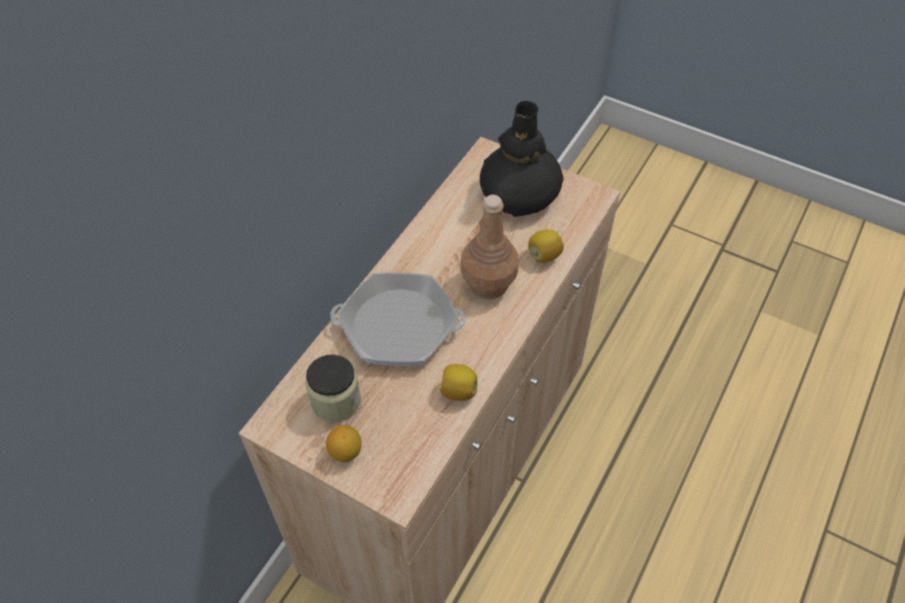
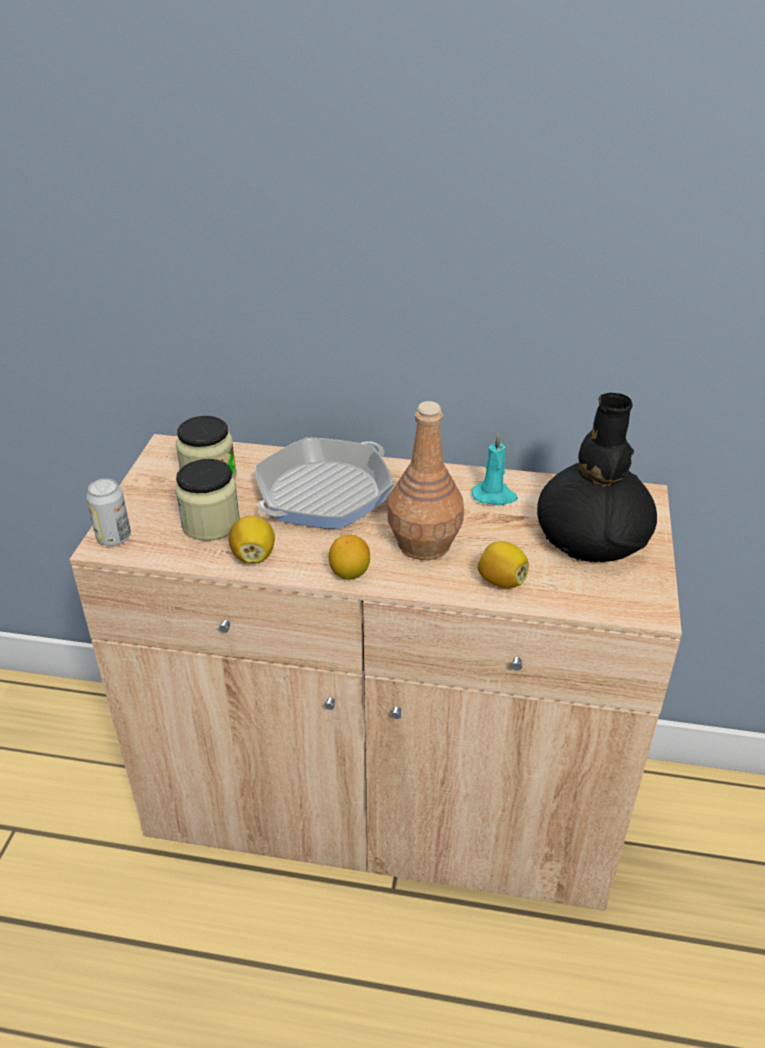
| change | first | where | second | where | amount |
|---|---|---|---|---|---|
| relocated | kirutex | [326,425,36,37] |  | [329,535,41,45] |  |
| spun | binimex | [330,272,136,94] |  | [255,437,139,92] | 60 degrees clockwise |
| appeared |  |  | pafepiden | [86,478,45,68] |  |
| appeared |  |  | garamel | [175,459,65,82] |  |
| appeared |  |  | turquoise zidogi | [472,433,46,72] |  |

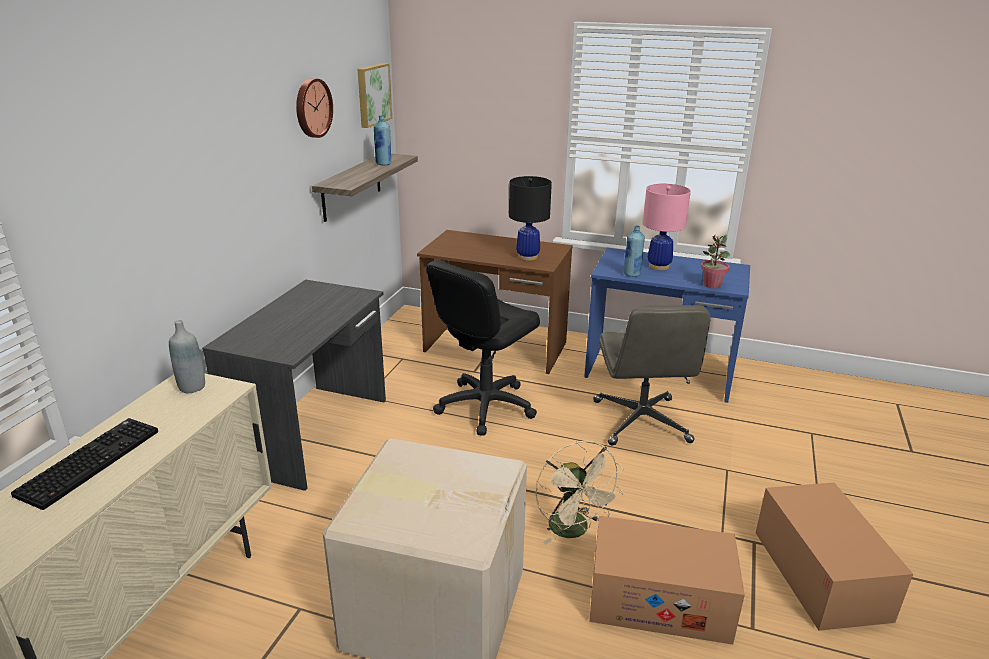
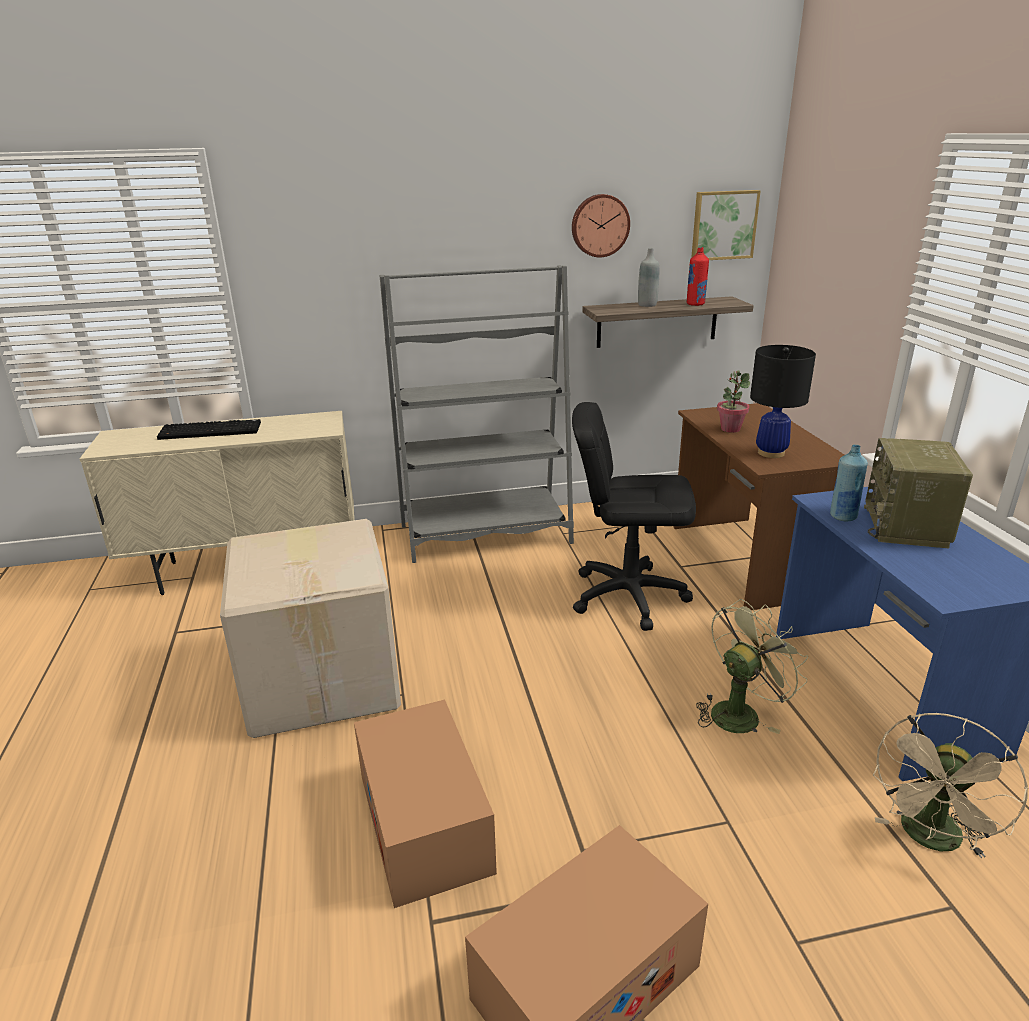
| change | first | where | second | where | amount |
|---|---|---|---|---|---|
| relocated | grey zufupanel | [169,320,36,73] |  | [638,248,21,59] |  |
| exchanged | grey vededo | [202,280,184,211] | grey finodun | [380,265,194,298] |  |
| colour | blue zufupanel | [374,115,17,51] | red zufupanel | [686,247,23,59] |  |
| relocated | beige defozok | [536,441,88,104] |  | [873,713,155,145] |  |
| exchanged | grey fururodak | [593,305,117,141] | green defozok | [696,599,112,135] |  |
| exchanged | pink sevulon | [643,184,48,86] | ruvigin | [864,438,109,111] |  |
| relocated | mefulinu | [701,235,29,54] |  | [717,371,33,62] |  |

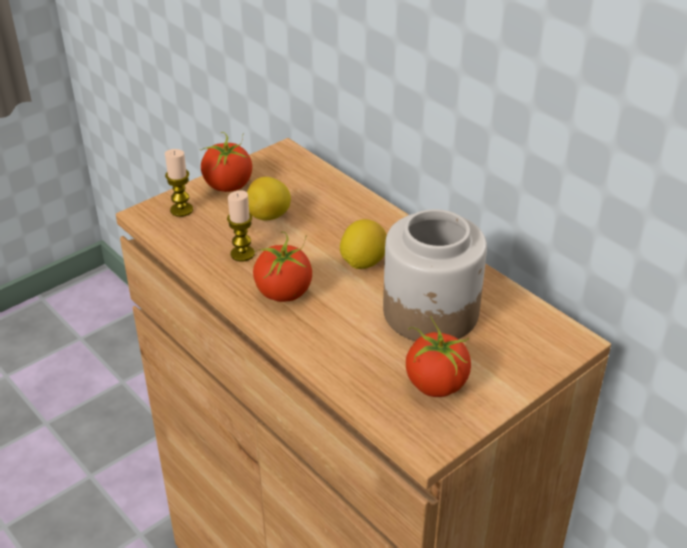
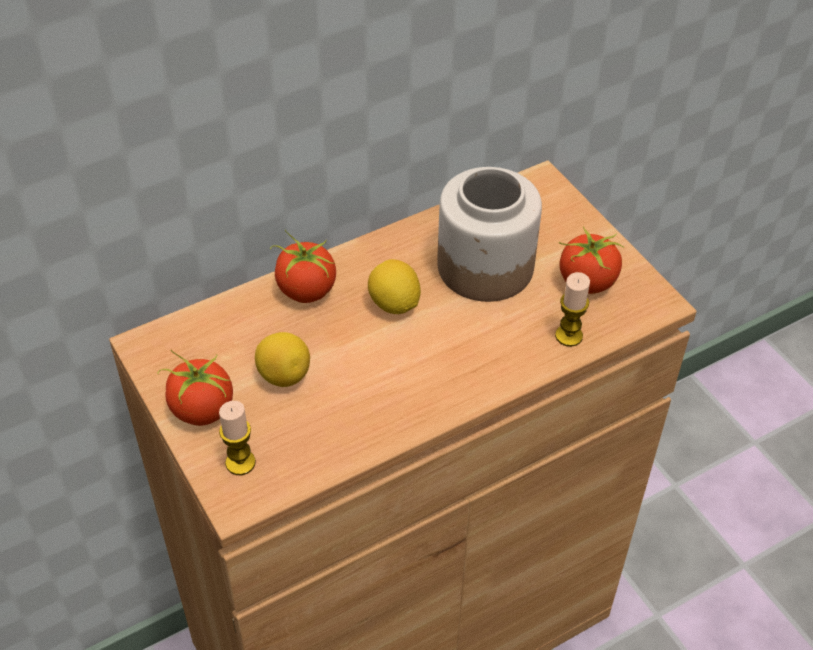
| change | first | where | second | where | amount |
|---|---|---|---|---|---|
| relocated | zidogi | [227,190,28,72] |  | [555,272,35,75] |  |
| relocated | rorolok | [253,232,59,70] |  | [270,230,66,73] |  |

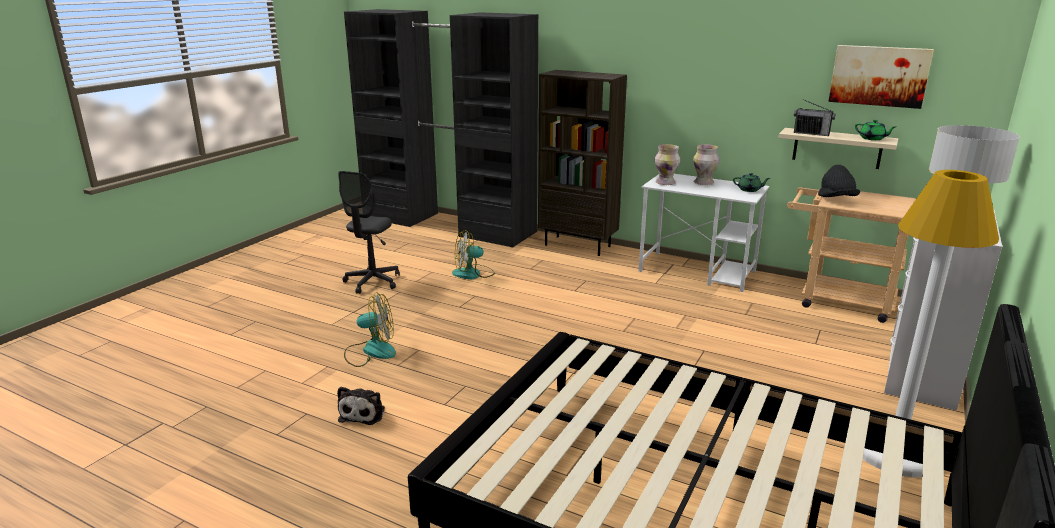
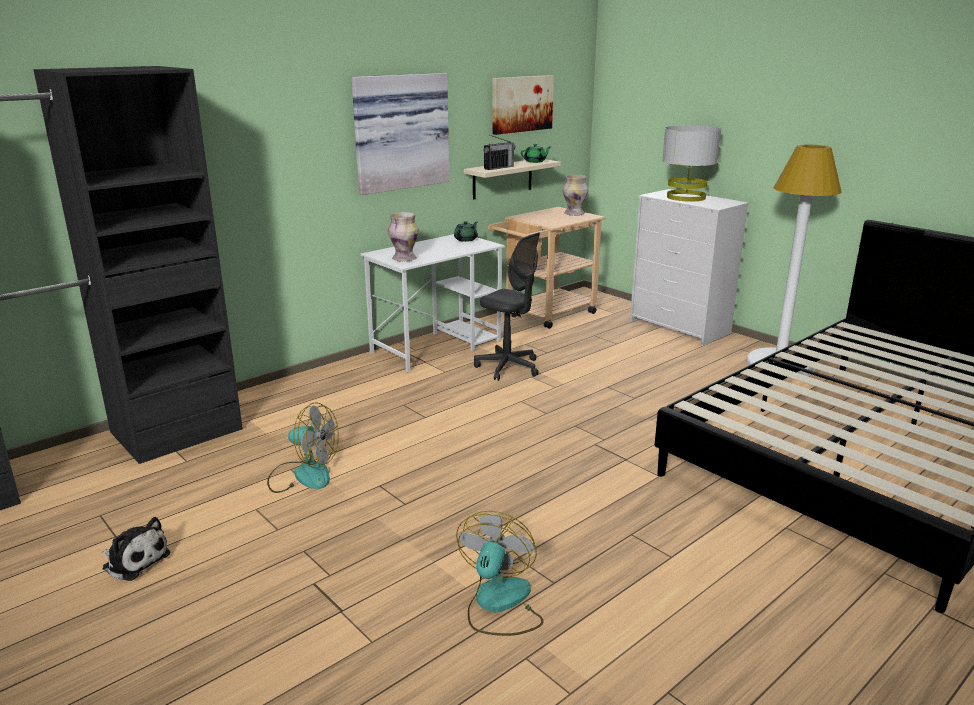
| change | first | where | second | where | amount |
|---|---|---|---|---|---|
| relocated | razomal | [337,387,48,38] |  | [102,517,68,64] |  |
| relocated | grey fururodak | [338,171,62,123] |  | [474,232,66,149] |  |
| spun | defozok | [452,230,43,49] |  | [267,402,72,91] | 75 degrees counterclockwise |
| missing | brown finodun | [538,70,89,186] |  |  |  |
| relocated | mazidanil | [693,144,26,41] |  | [562,175,26,41] |  |
| missing | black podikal | [818,165,42,32] |  |  |  |
| appeared |  |  | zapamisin | [352,73,97,122] |  |

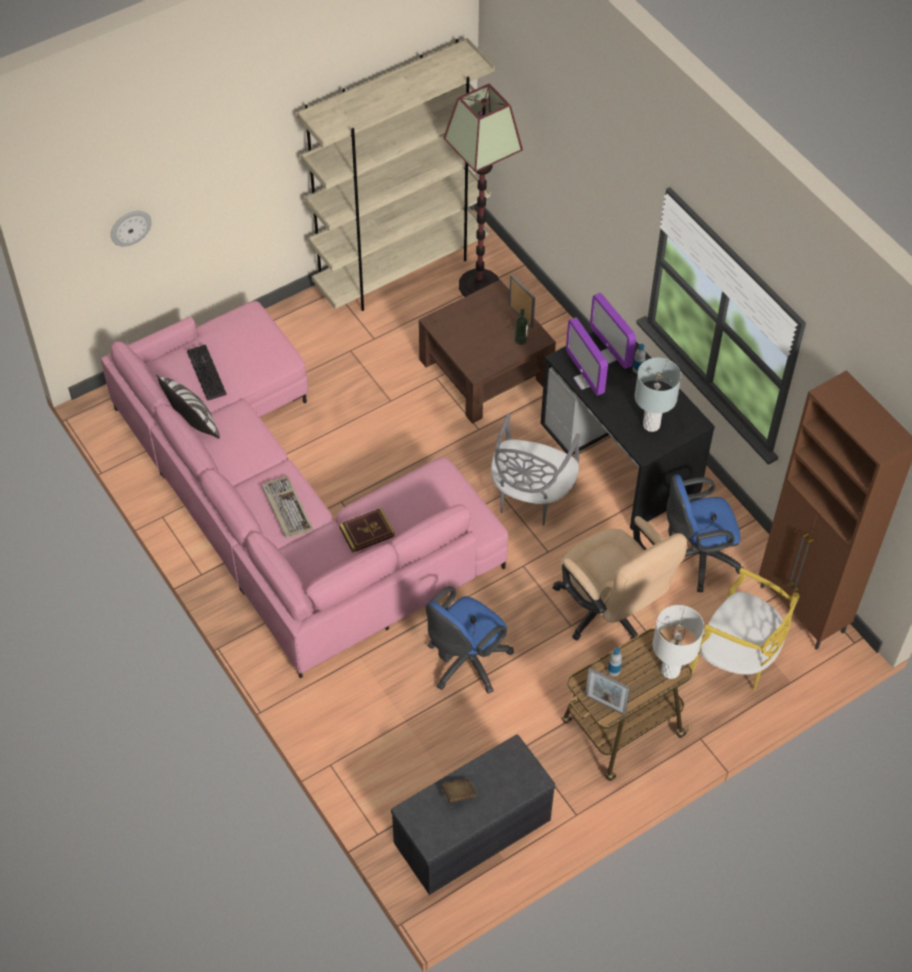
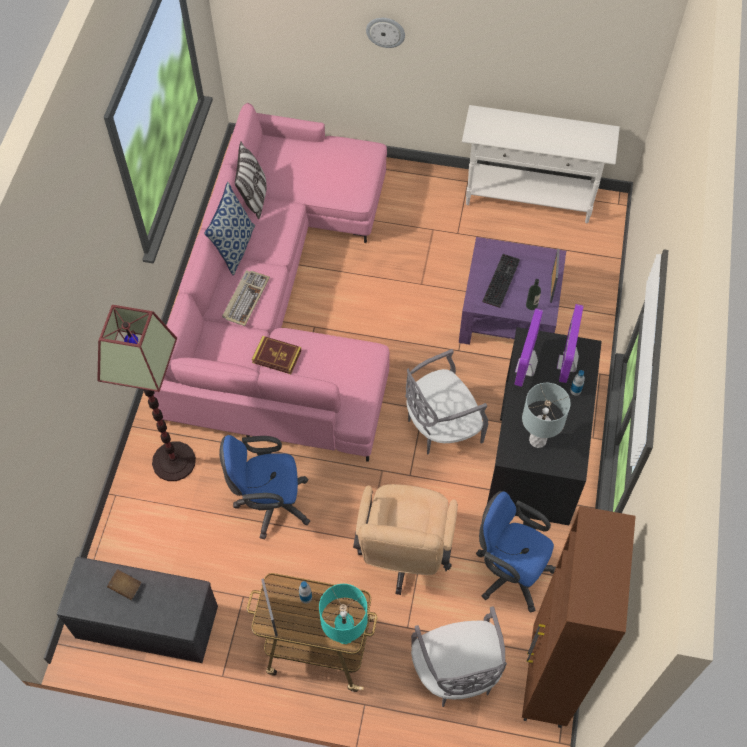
| change | first | where | second | where | amount |
|---|---|---|---|---|---|
| relocated | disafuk | [111,211,41,36] |  | [366,18,39,30] |  |
| relocated | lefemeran | [187,345,40,56] |  | [482,254,38,54] |  |
| exchanged | beige finodun | [297,38,198,273] | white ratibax | [462,105,158,118] |  |
| colour | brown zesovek | [419,280,137,144] | purple zesovek | [459,237,107,108] |  |
| relocated | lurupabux | [444,84,79,213] |  | [97,305,99,176] |  |
| colour | white sevulon | [653,605,51,74] | turquoise sevulon | [319,584,49,60] |  |
| colour | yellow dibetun | [691,568,109,122] | grey dibetun | [411,606,96,101] |  |
| appeared |  |  | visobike | [204,182,51,93] |  |

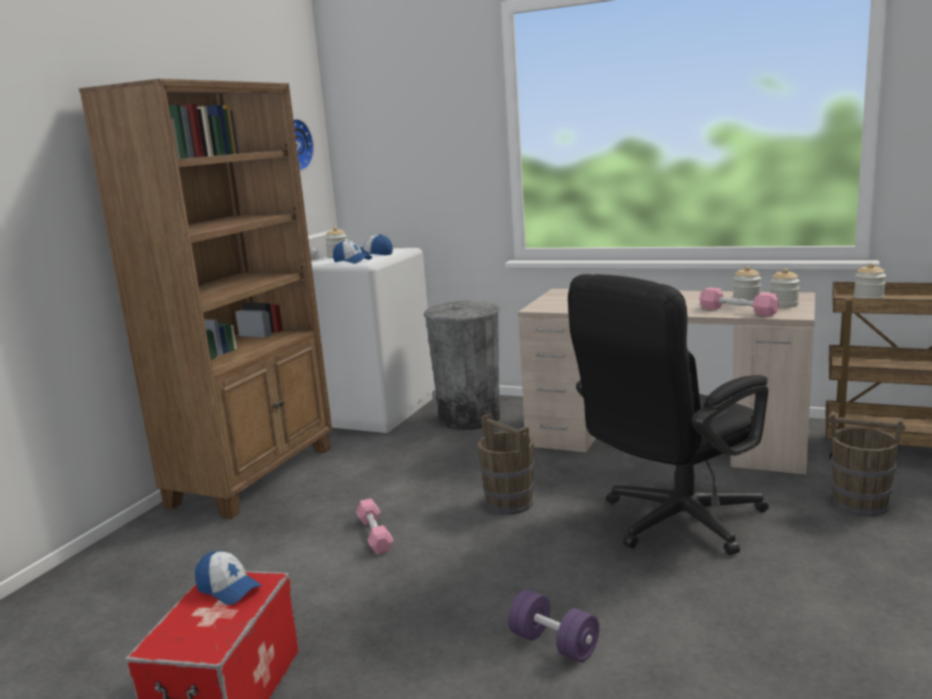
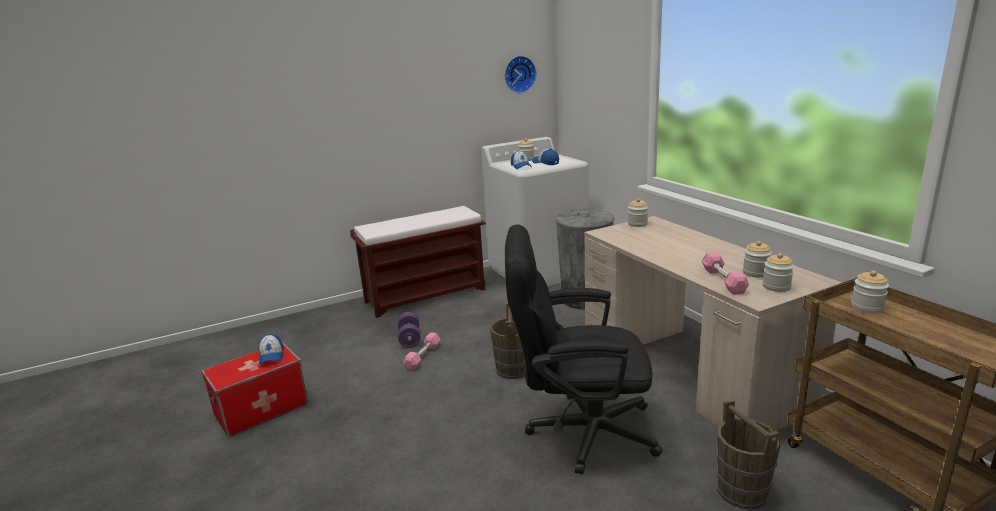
| change | first | where | second | where | amount |
|---|---|---|---|---|---|
| exchanged | brown finodun | [79,79,253,440] | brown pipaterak | [350,206,136,112] |  |
| relocated | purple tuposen | [508,589,91,73] |  | [398,312,23,36] |  |
| appeared |  |  | garamel | [628,198,20,29] |  |

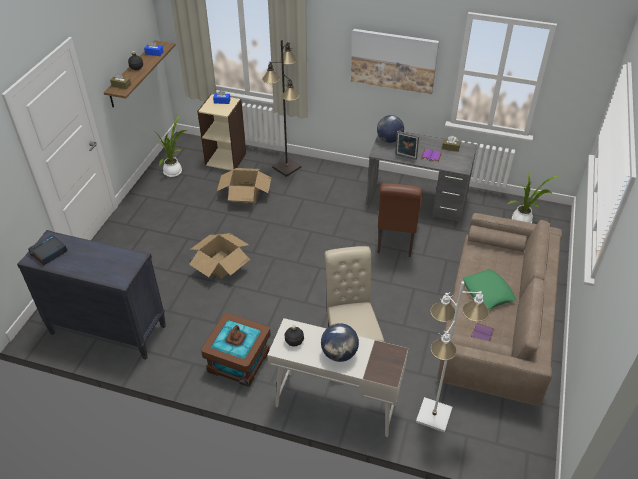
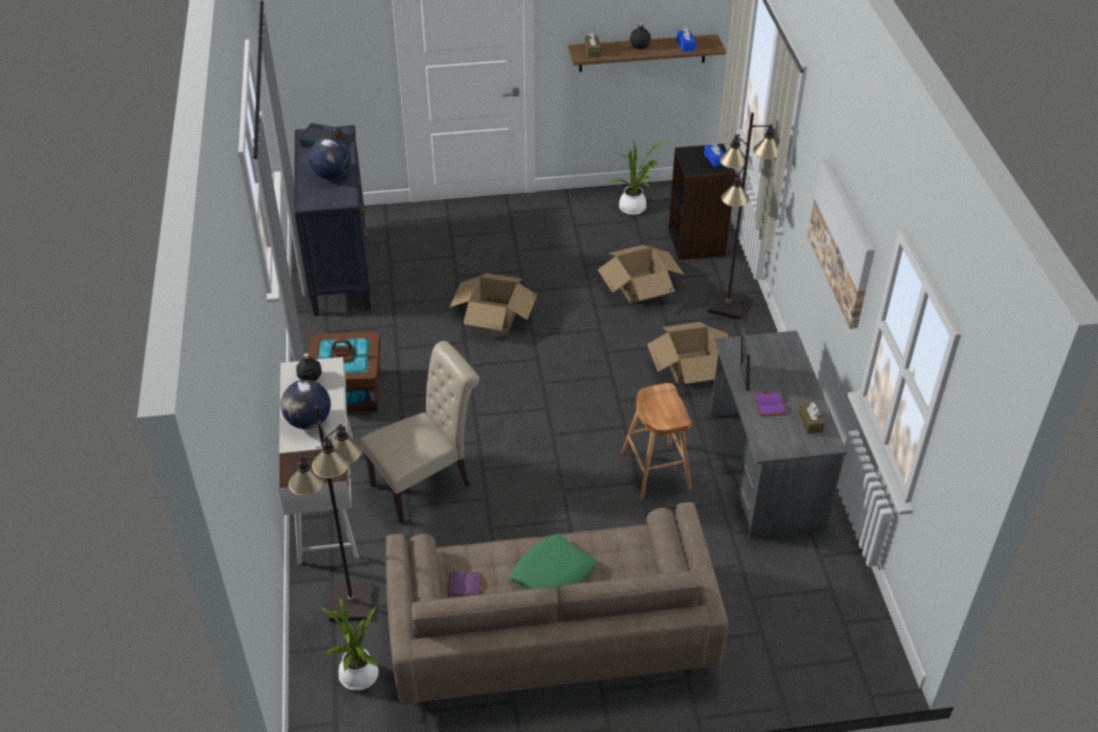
| change | first | where | second | where | amount |
|---|---|---|---|---|---|
| colour | beige finodun | [197,94,49,77] | black finodun | [668,143,68,117] |  |
| relocated | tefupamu | [377,115,27,28] |  | [309,138,42,42] |  |
| exchanged | brown dibetun | [377,183,46,74] | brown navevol | [621,383,71,117] |  |
| colour | white lurupabux | [416,281,73,151] | black lurupabux | [289,405,85,216] |  |
| relocated | mefulinu | [508,173,51,50] |  | [319,597,59,94] |  |
| appeared |  |  | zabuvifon | [647,322,81,62] |  |

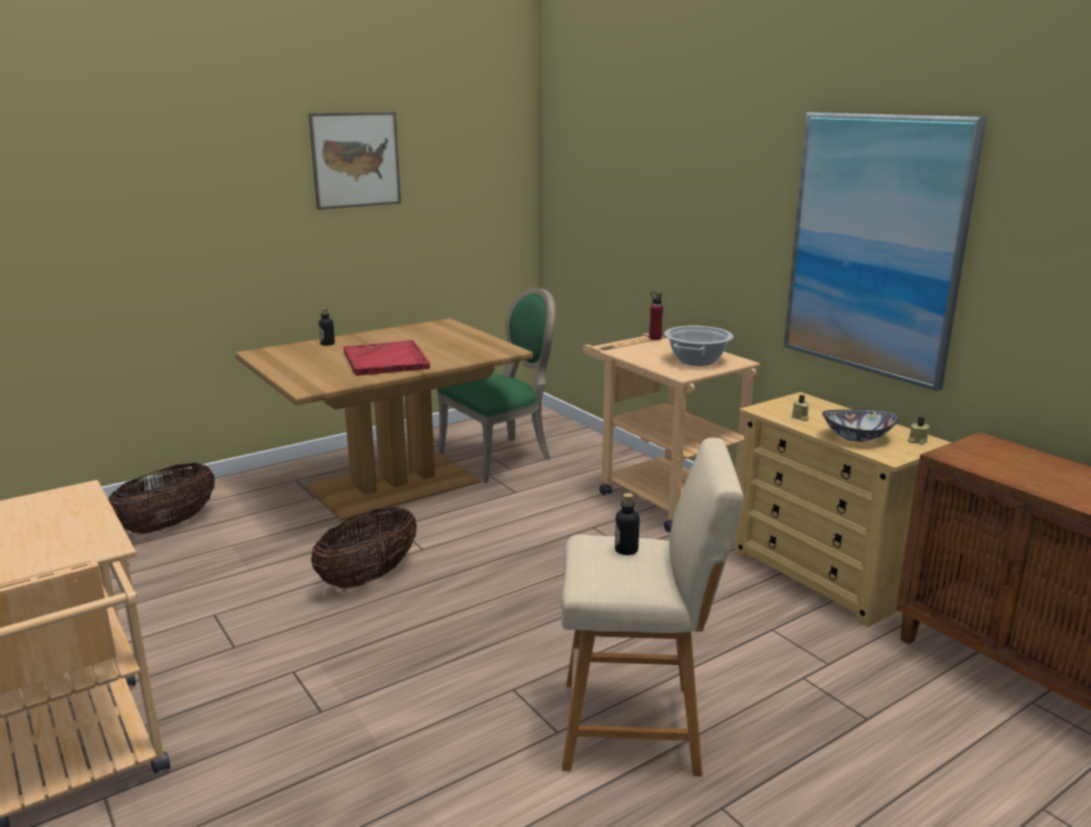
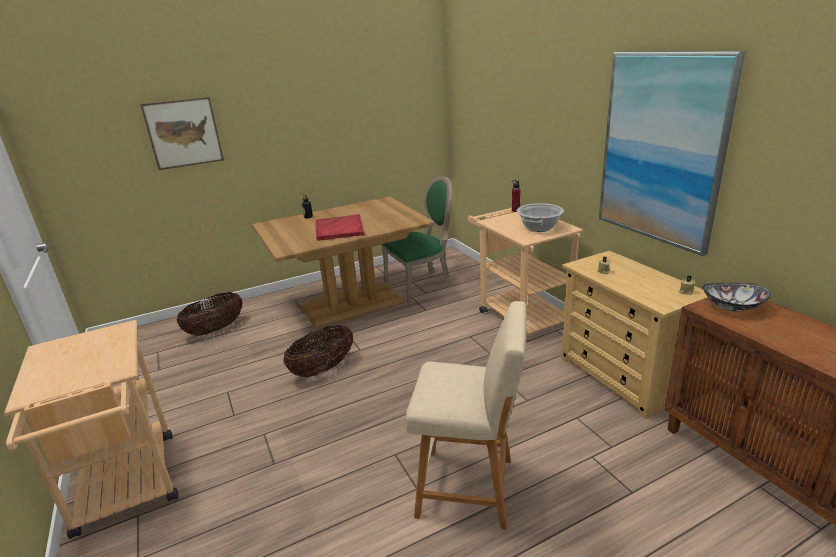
| change | first | where | second | where | amount |
|---|---|---|---|---|---|
| relocated | zapamisin | [308,112,93,98] |  | [140,97,84,73] |  |
| missing | zufupanel | [615,493,25,62] |  |  |  |
| relocated | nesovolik | [822,409,76,33] |  | [703,283,68,29] |  |

